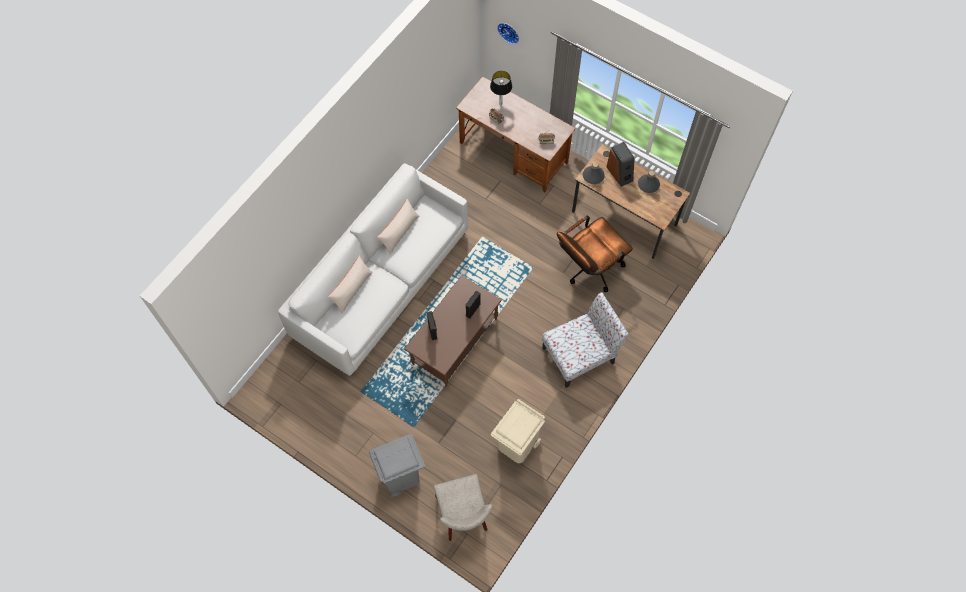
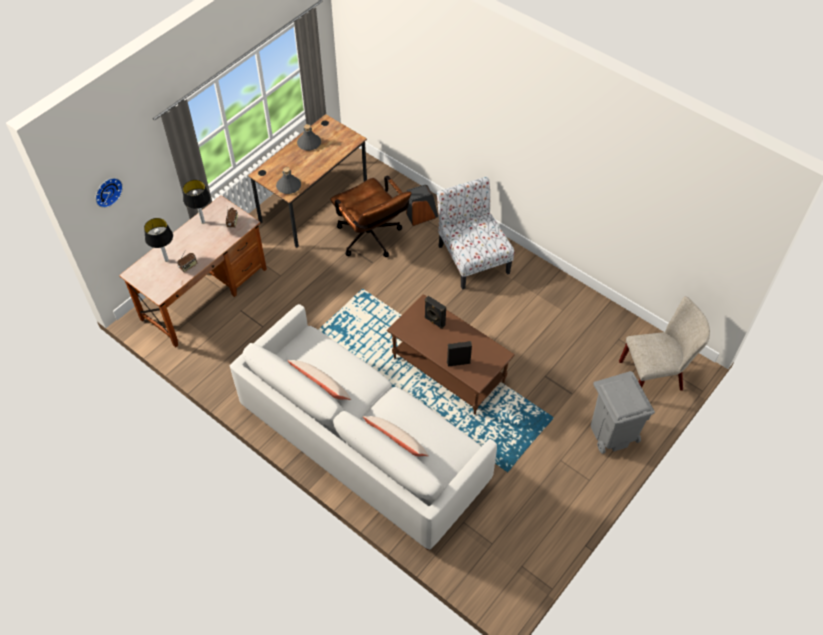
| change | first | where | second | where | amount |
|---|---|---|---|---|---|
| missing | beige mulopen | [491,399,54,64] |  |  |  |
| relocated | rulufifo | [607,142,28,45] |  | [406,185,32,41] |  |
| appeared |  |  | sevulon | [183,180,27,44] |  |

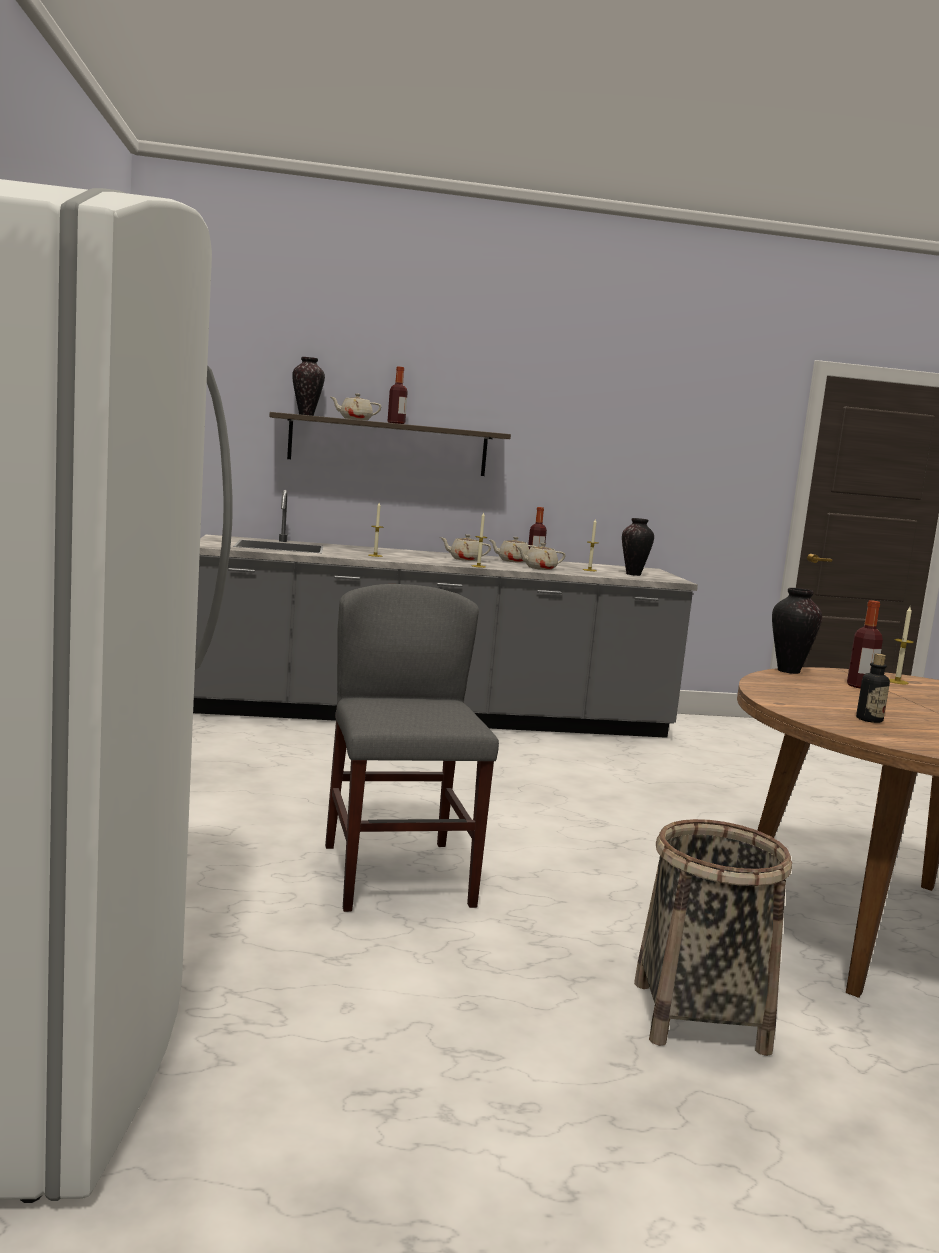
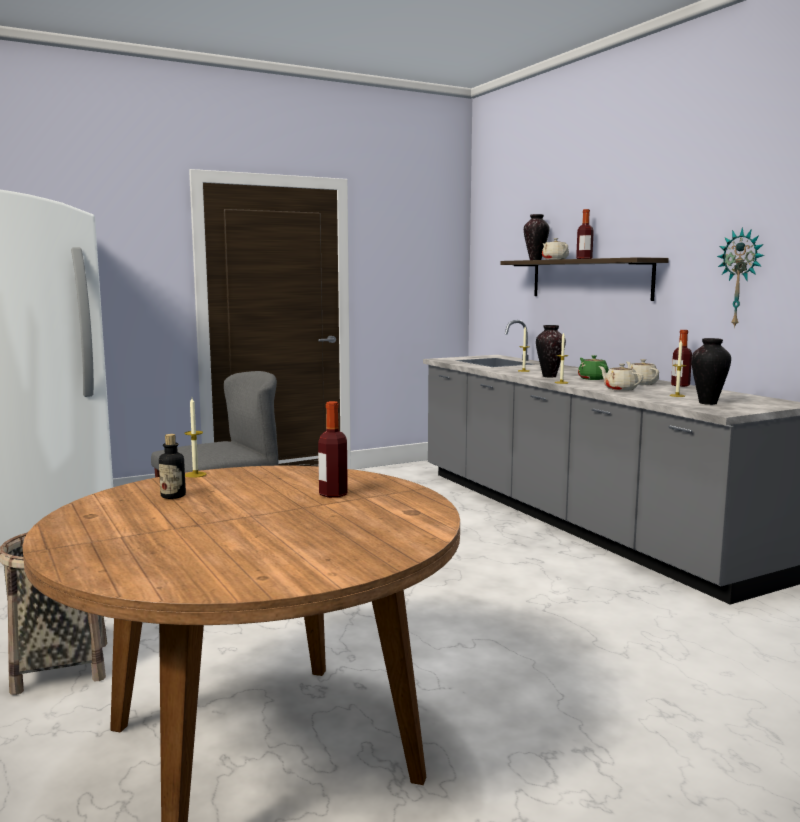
| change | first | where | second | where | amount |
|---|---|---|---|---|---|
| colour | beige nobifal | [440,534,51,27] | green nobifal | [578,355,31,25] |  |
| relocated | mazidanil | [772,588,50,86] |  | [536,325,30,52] |  |
| relocated | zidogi | [889,607,25,77] |  | [184,398,22,80] |  |
| appeared |  |  | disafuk | [717,227,47,101] |  |

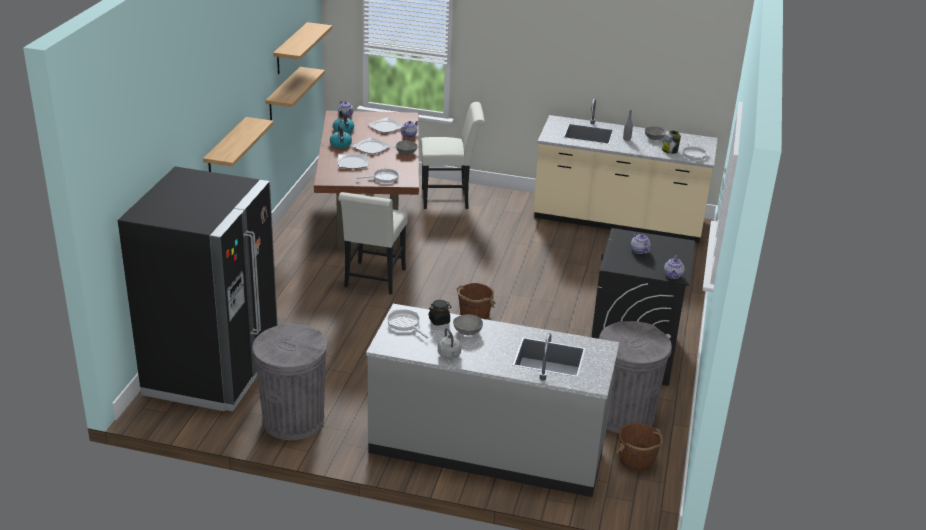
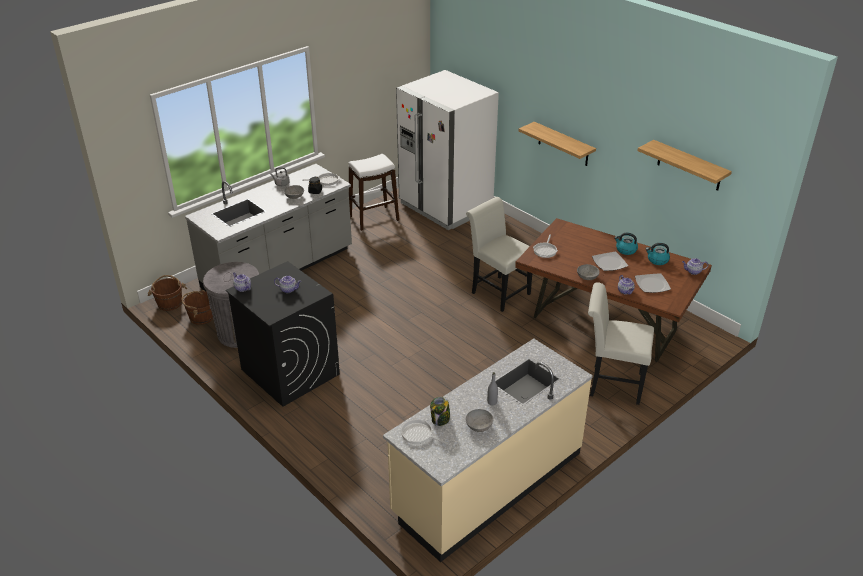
| change | first | where | second | where | amount |
|---|---|---|---|---|---|
| colour | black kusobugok | [118,167,160,245] | white kusobugok | [396,70,103,160] |  |
| exchanged | grey mulopen | [252,324,76,116] | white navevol | [349,154,50,77] |  |
| missing | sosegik | [265,67,60,53] |  |  |  |
| missing | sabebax | [337,154,32,15] |  |  |  |
| spun | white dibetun | [421,102,64,107] |  | [588,282,66,123] | 75 degrees clockwise |
| relocated | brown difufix | [457,283,39,36] |  | [148,275,39,36] |  |

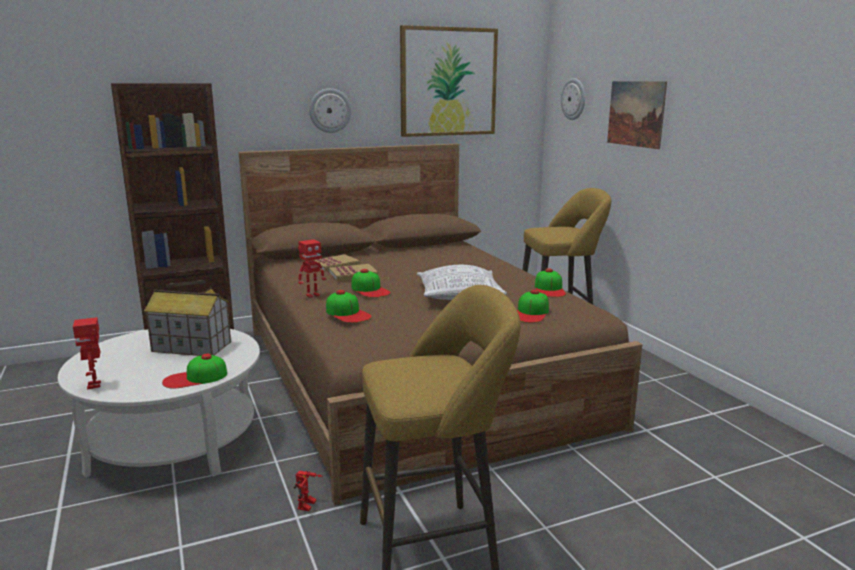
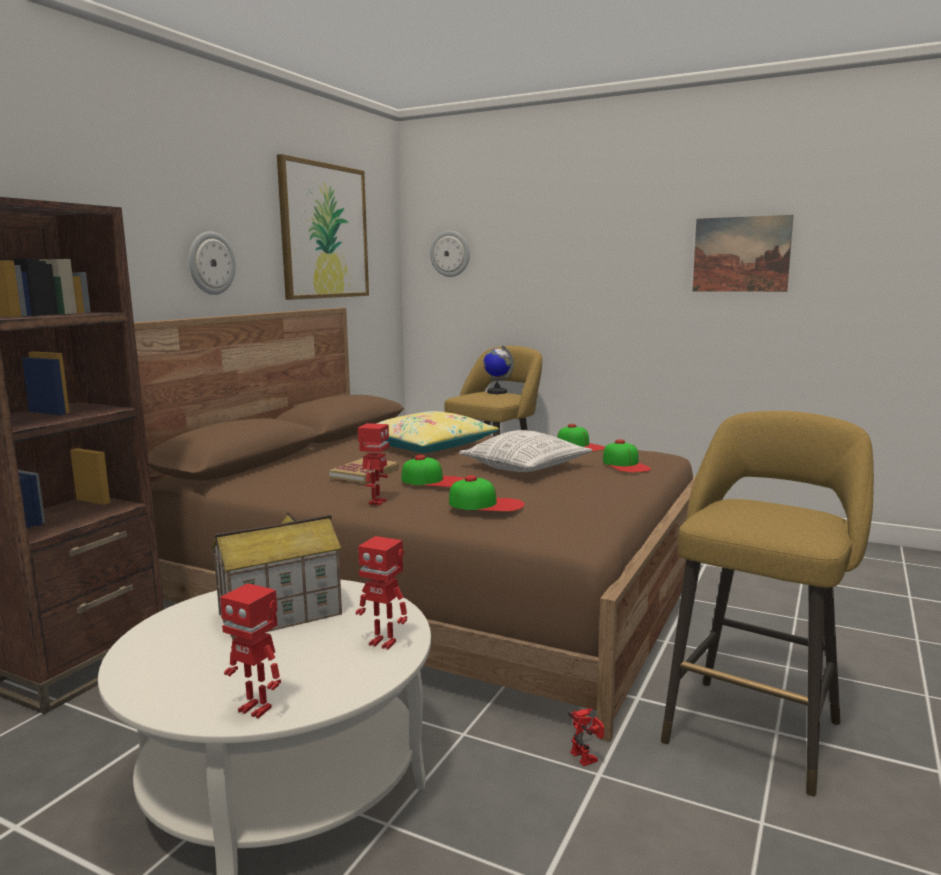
| change | first | where | second | where | amount |
|---|---|---|---|---|---|
| exchanged | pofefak | [162,354,65,35] | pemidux | [356,536,51,114] |  |
| missing | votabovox | [314,254,46,18] |  |  |  |
| relocated | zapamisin | [607,81,60,68] |  | [693,215,100,77] |  |
| appeared |  |  | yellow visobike | [376,411,123,42] |  |
| appeared |  |  | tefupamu | [483,346,31,48] |  |

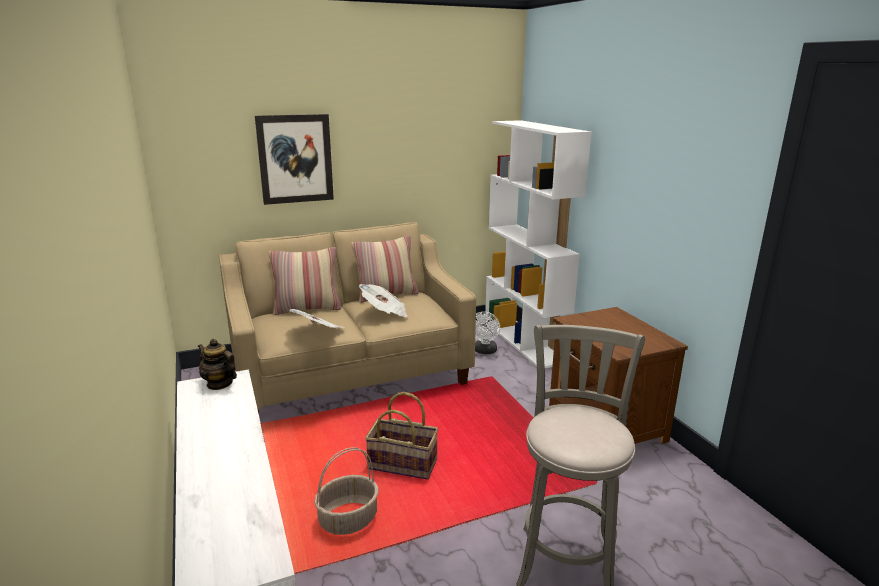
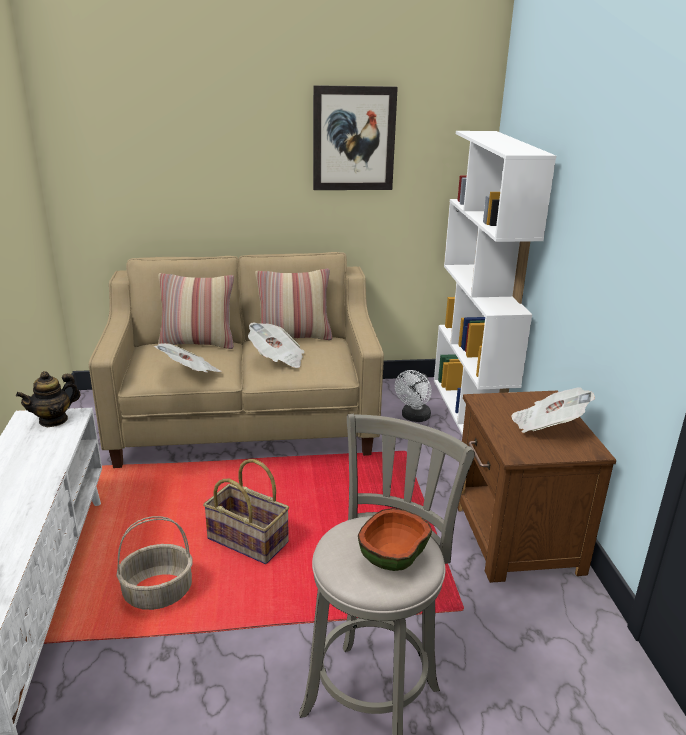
| change | first | where | second | where | amount |
|---|---|---|---|---|---|
| spun | nobifal | [198,339,39,51] |  | [16,371,64,56] | 90 degrees counterclockwise |
| relocated | zapamisin | [255,114,79,91] |  | [313,85,85,105] |  |
| appeared |  |  | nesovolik | [358,508,74,63] |  |
| appeared |  |  | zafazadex | [511,387,84,46] |  |

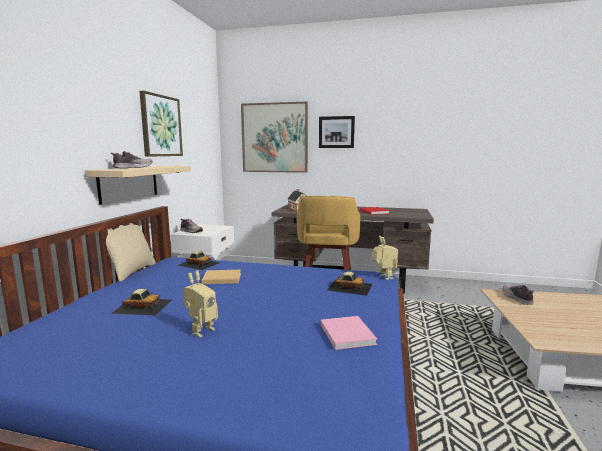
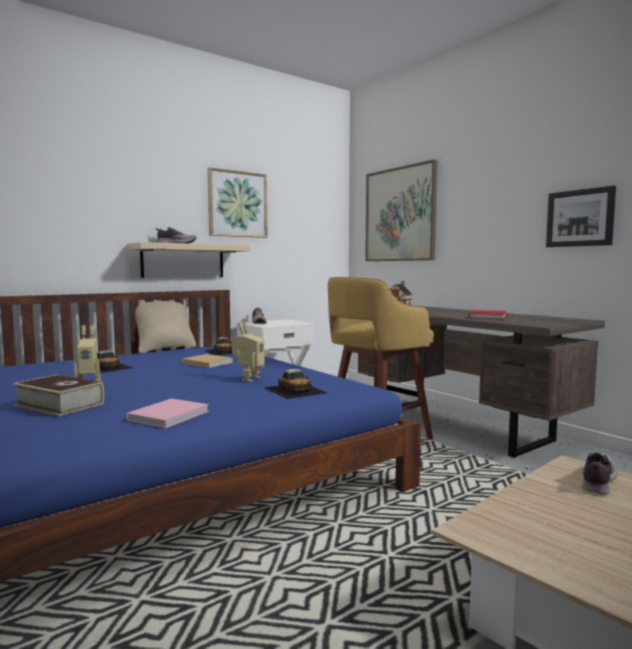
| change | first | where | second | where | amount |
|---|---|---|---|---|---|
| relocated | zapamisin | [319,116,36,32] |  | [546,186,70,61] |  |
| relocated | pemidux | [373,236,25,44] |  | [232,321,33,61] |  |
| appeared |  |  | votabovox | [13,374,91,42] |  |

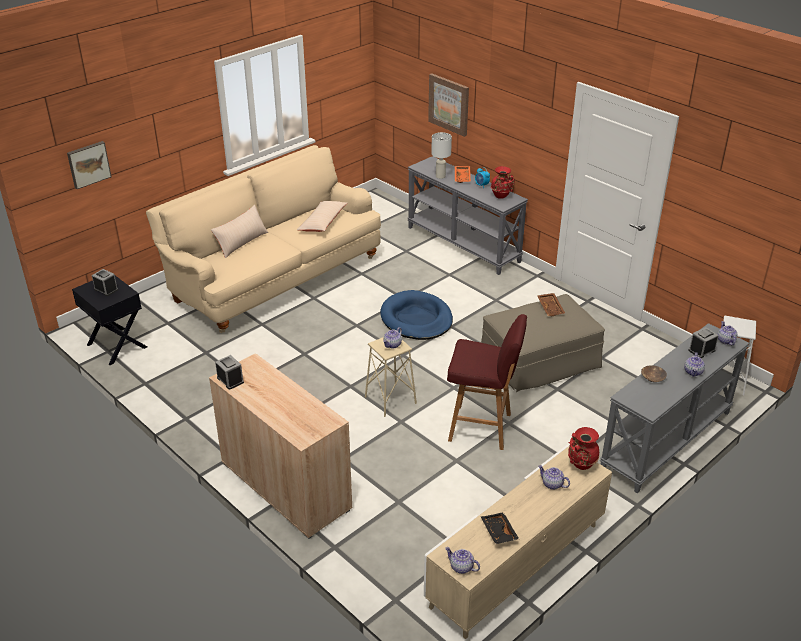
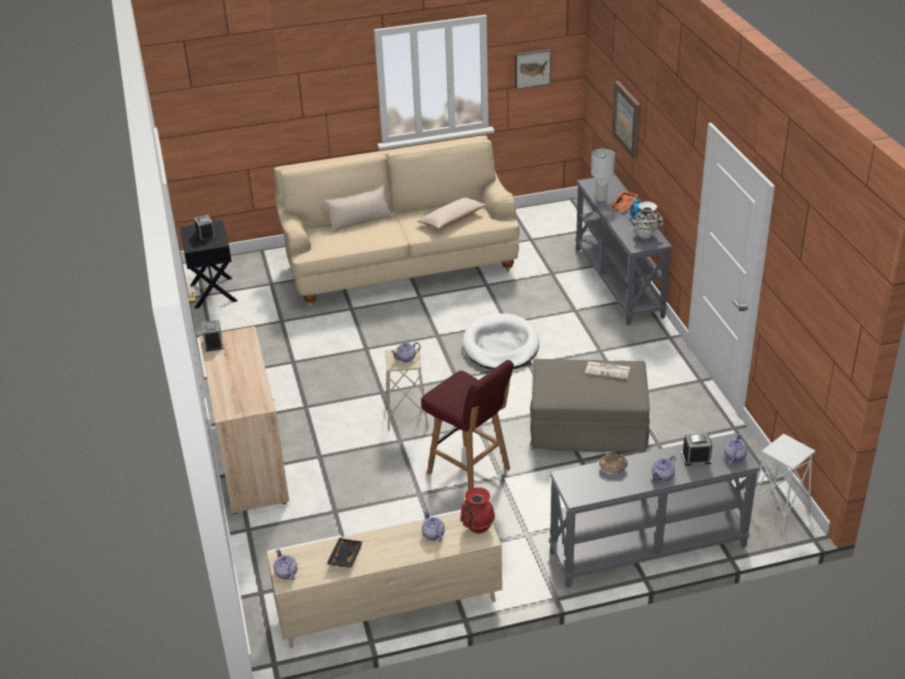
| change | first | where | second | where | amount |
|---|---|---|---|---|---|
| relocated | zapamisin | [67,141,45,48] |  | [515,49,36,40] |  |
| colour | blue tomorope | [380,290,73,50] | white tomorope | [463,313,76,57] |  |
| colour | red mazidanil | [491,166,24,33] | white mazidanil | [632,201,31,38] |  |
| exchanged | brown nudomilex | [537,293,28,23] | zafazadex | [585,362,45,17] |  |

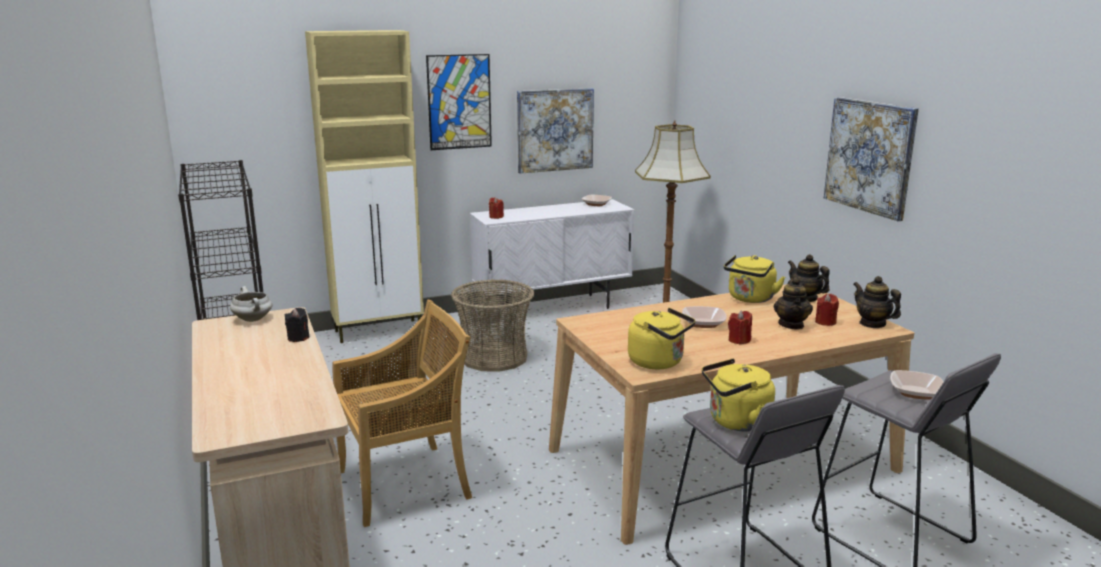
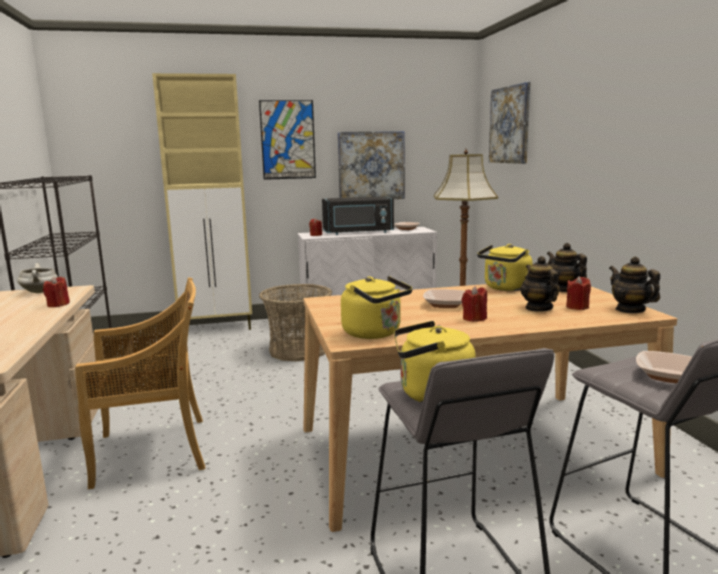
| change | first | where | second | where | amount |
|---|---|---|---|---|---|
| colour | black zidogi | [285,308,25,34] | red zidogi | [43,276,27,31] |  |
| spun | nobifal | [774,277,39,53] |  | [521,256,39,56] | 150 degrees clockwise |
| relocated | zapamisin | [824,97,95,124] |  | [489,82,42,82] |  |
| appeared |  |  | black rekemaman | [322,196,72,39] |  |

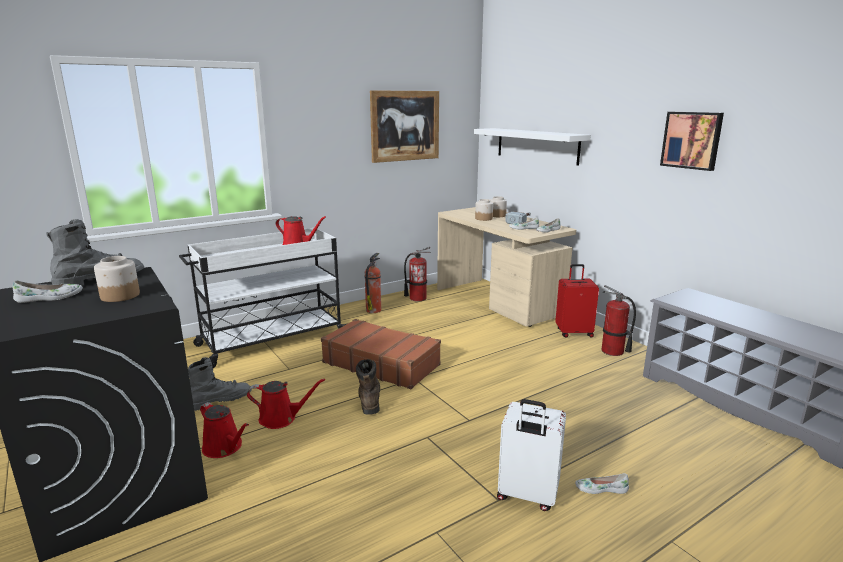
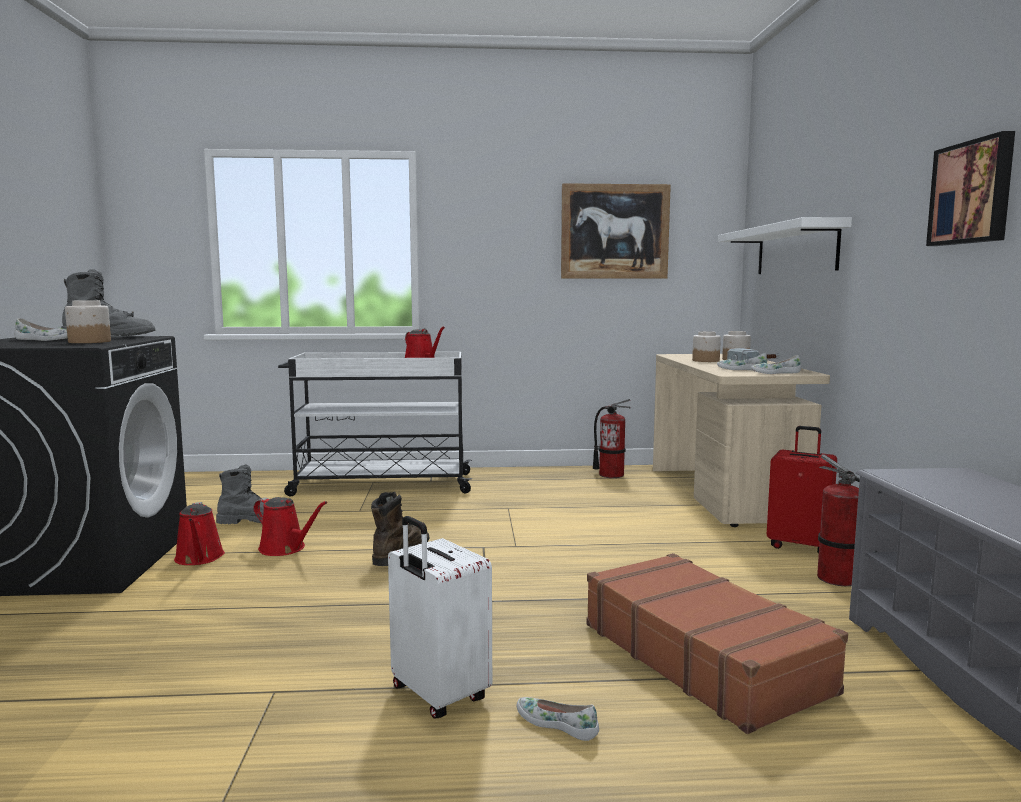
| change | first | where | second | where | amount |
|---|---|---|---|---|---|
| relocated | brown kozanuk | [321,319,120,70] |  | [586,553,262,181] |  |
| missing | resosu | [365,253,16,60] |  |  |  |

